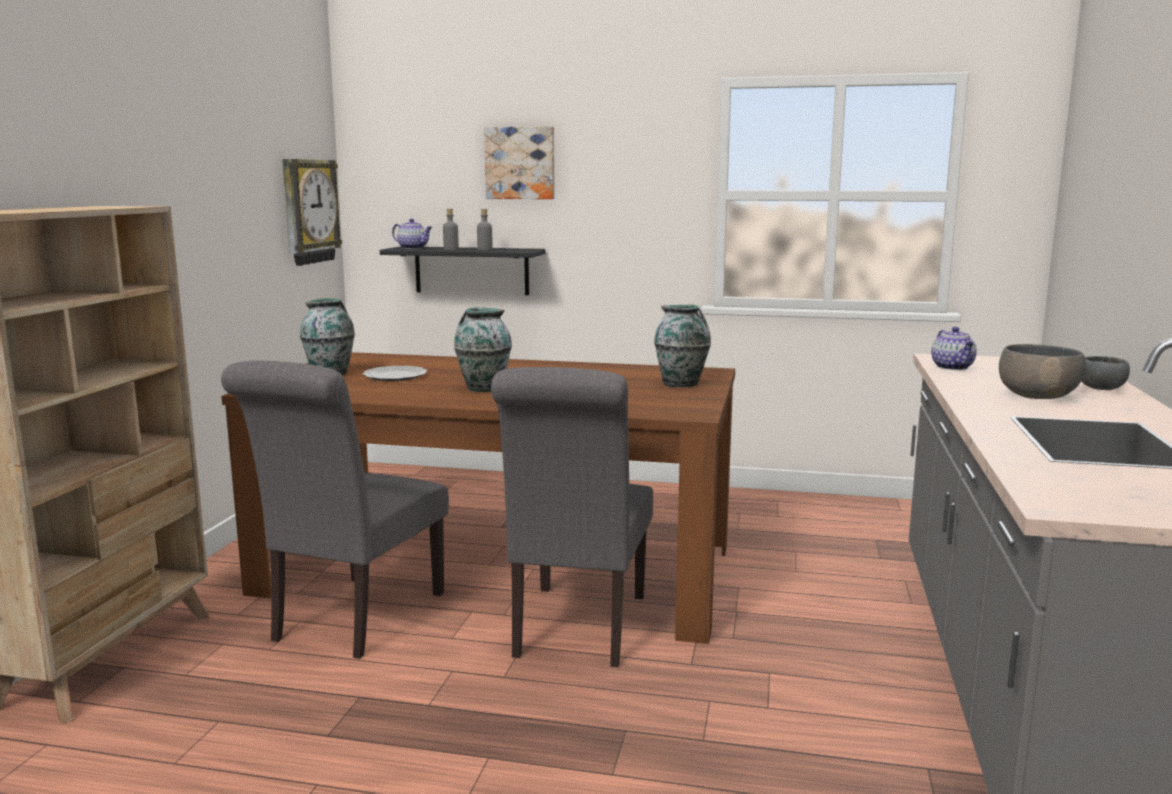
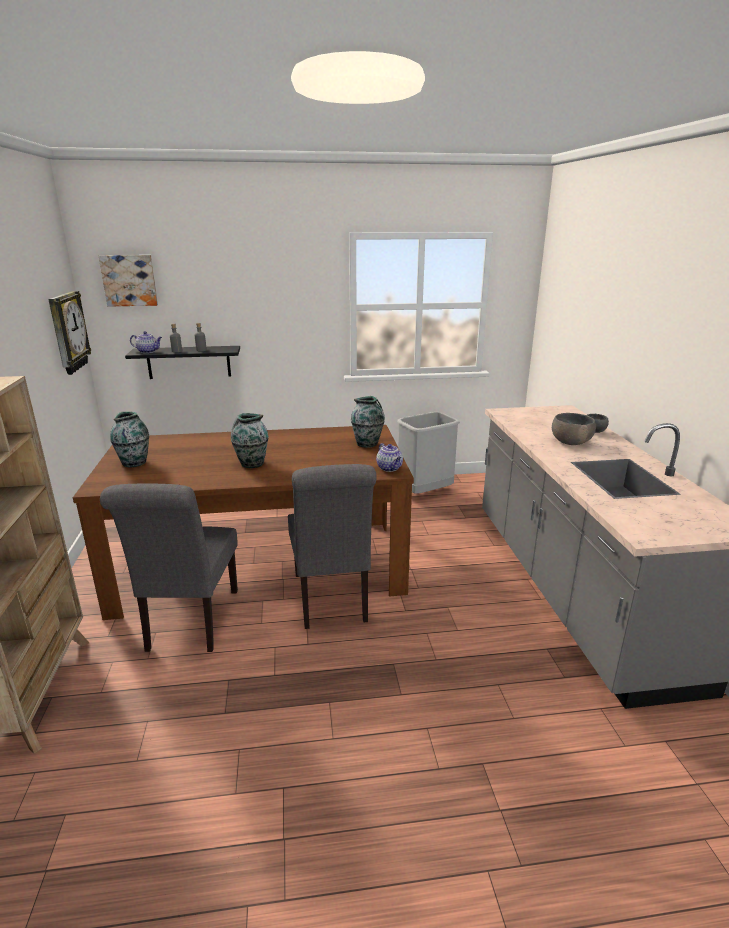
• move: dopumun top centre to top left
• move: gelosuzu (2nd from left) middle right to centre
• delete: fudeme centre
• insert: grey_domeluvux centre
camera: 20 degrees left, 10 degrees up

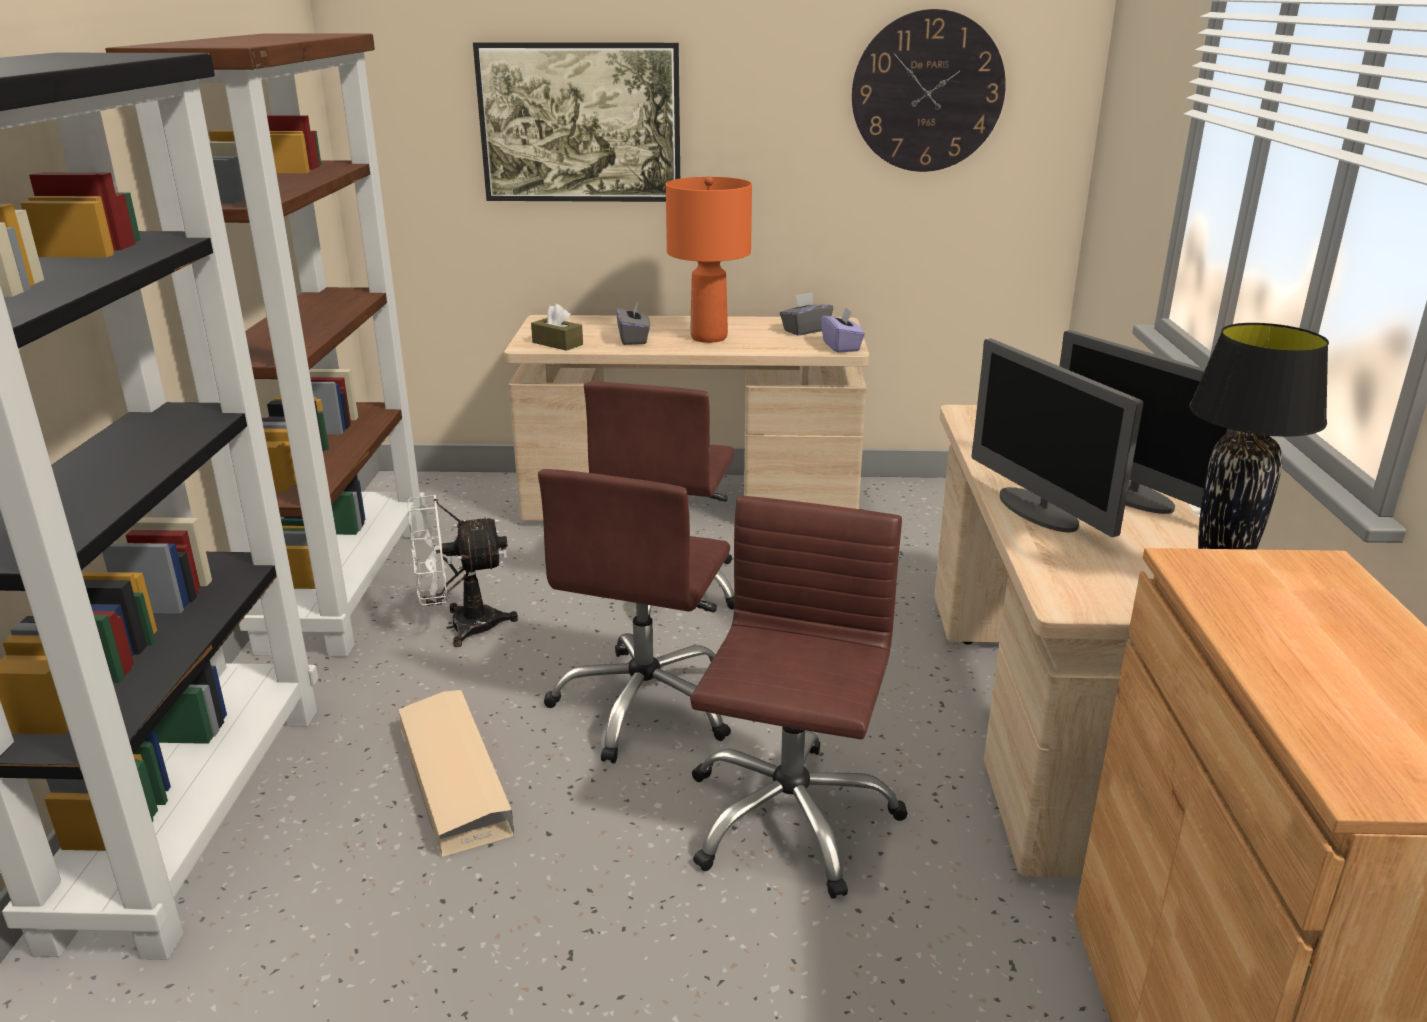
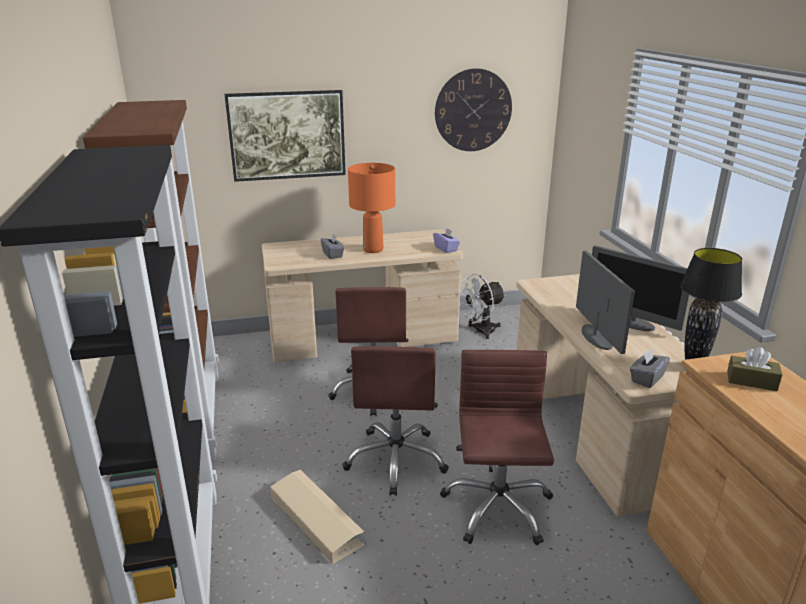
• move: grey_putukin (2nd from left) top centre to middle right
• move: brown_putukin top centre to middle right
• rotate: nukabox (1st from left) middle right = middle right 150 degrees counterclockwise
• move: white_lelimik middle left to centre
camera: 15 degrees left, 0 degrees up

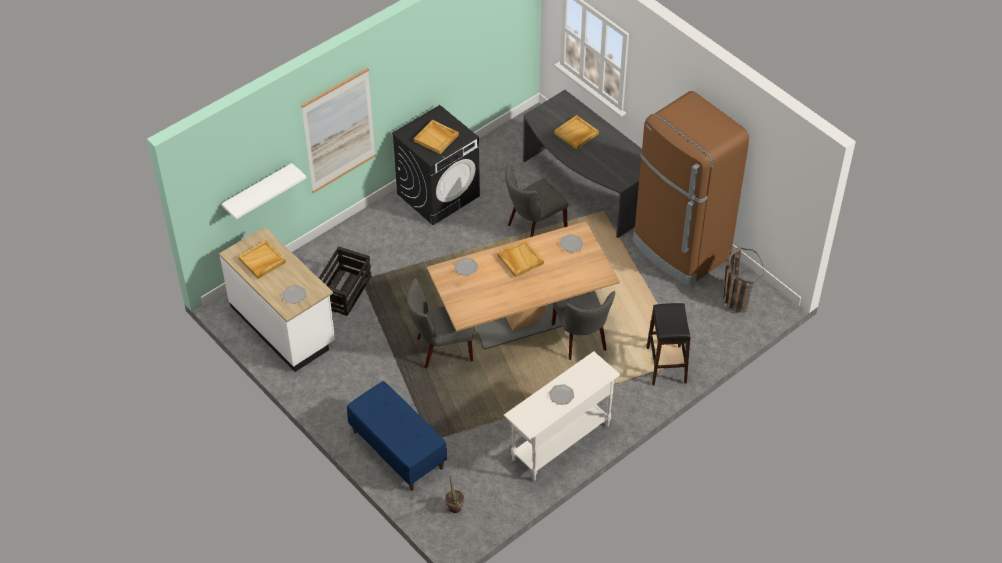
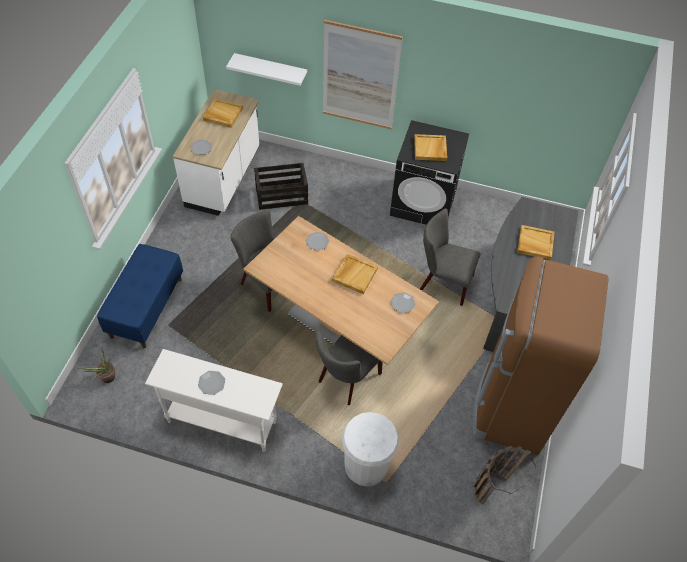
• replace: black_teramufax middle right to white_domeluvux bottom centre
camera: 55 degrees right, 5 degrees up

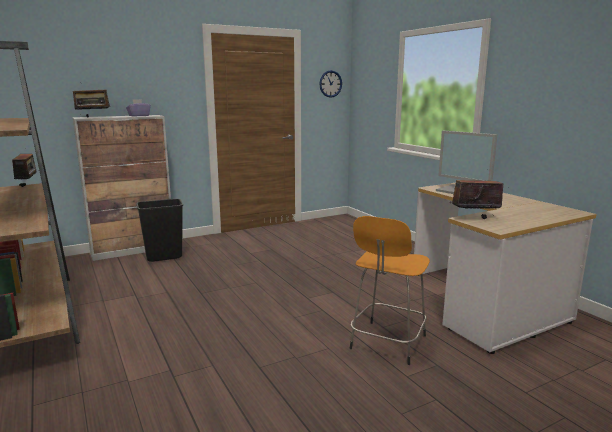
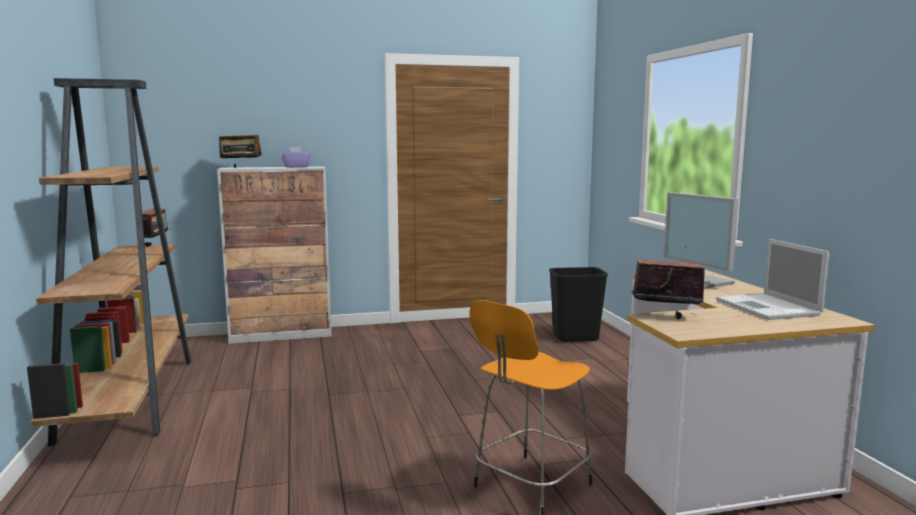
• delete: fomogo top centre
• move: black_domeluvux middle left to centre
• insert: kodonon middle right
camera: 15 degrees right, 5 degrees down

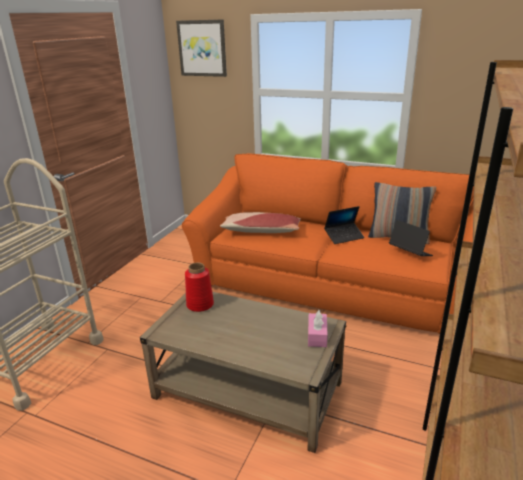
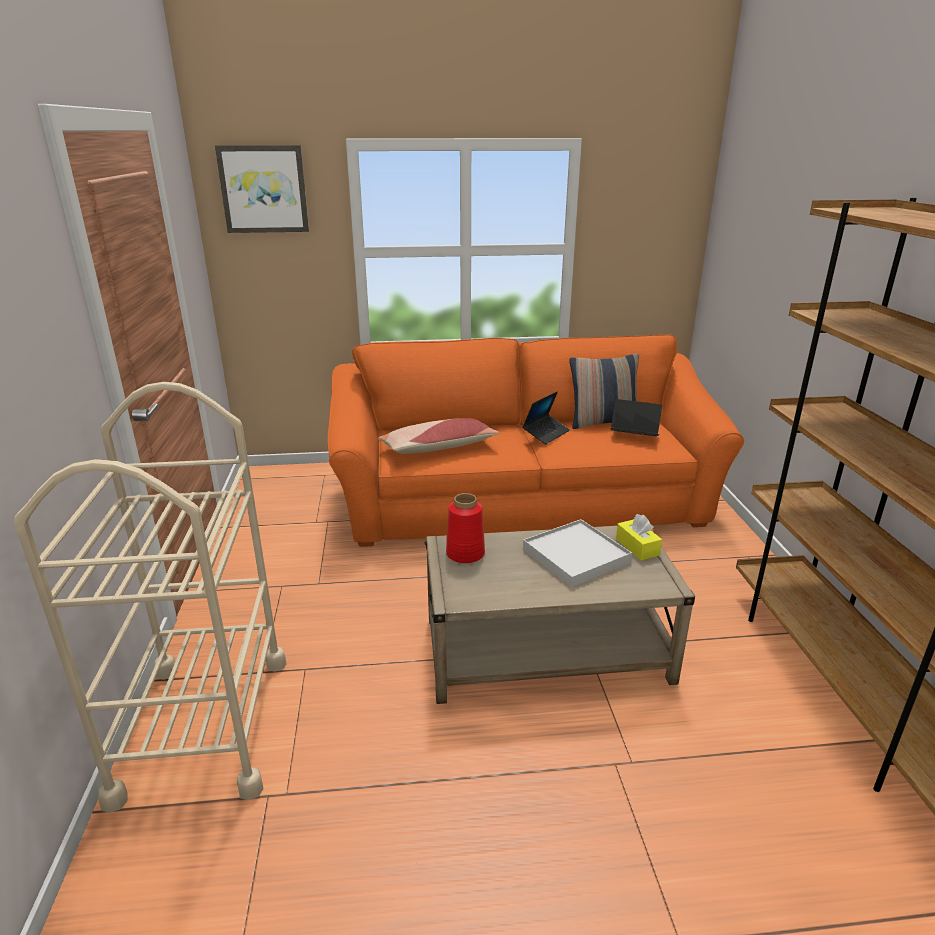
• recolor: pink_putukin bottom centre to yellow_putukin middle right
• insert: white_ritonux centre
camera: 30 degrees left, 0 degrees up

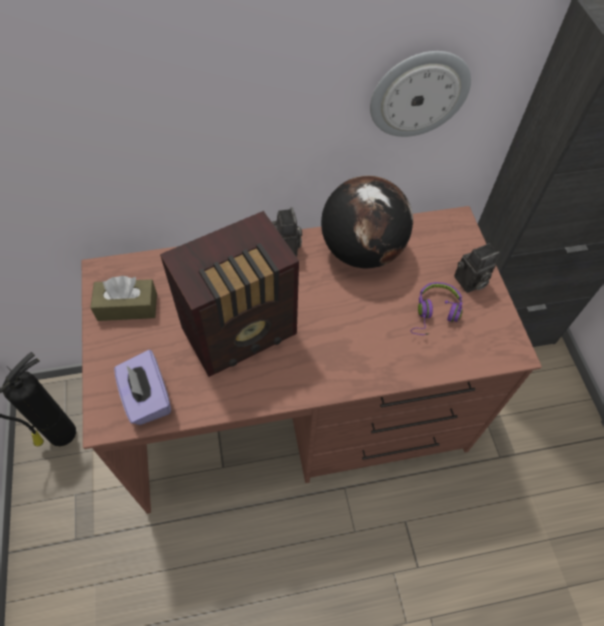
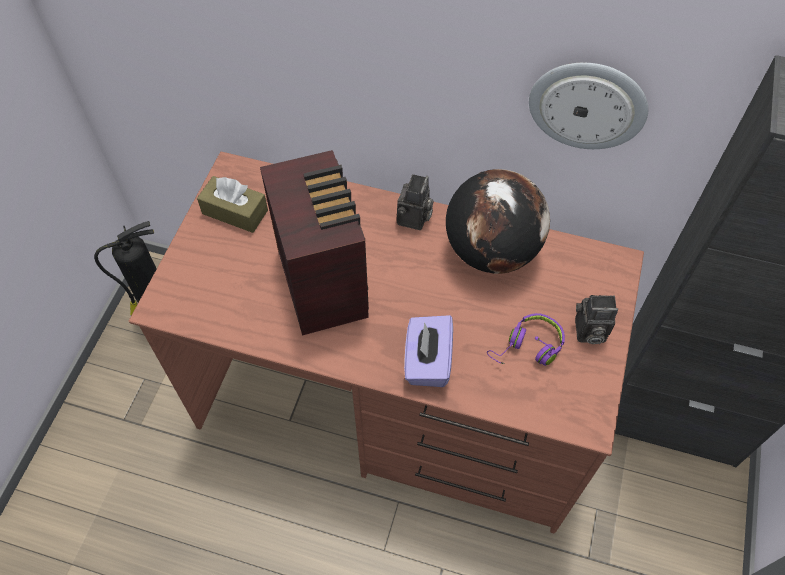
• rotate: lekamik centre = centre 105 degrees counterclockwise
• move: purple_putukin middle left to centre
camera: 30 degrees right, 0 degrees up

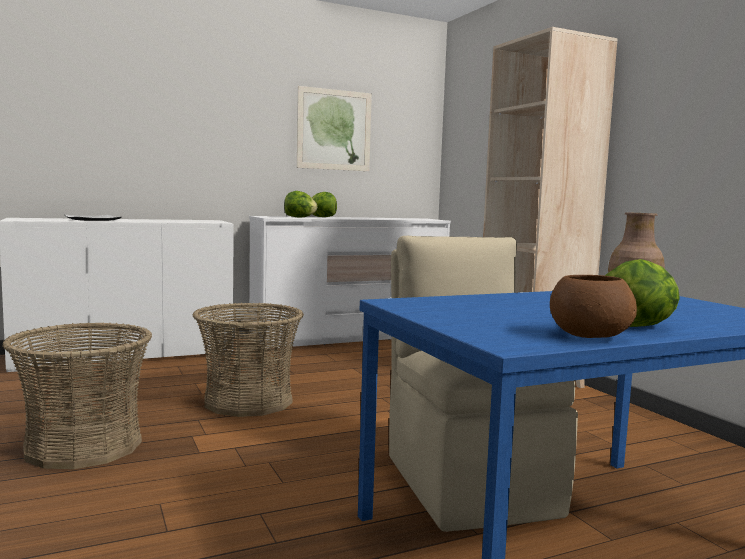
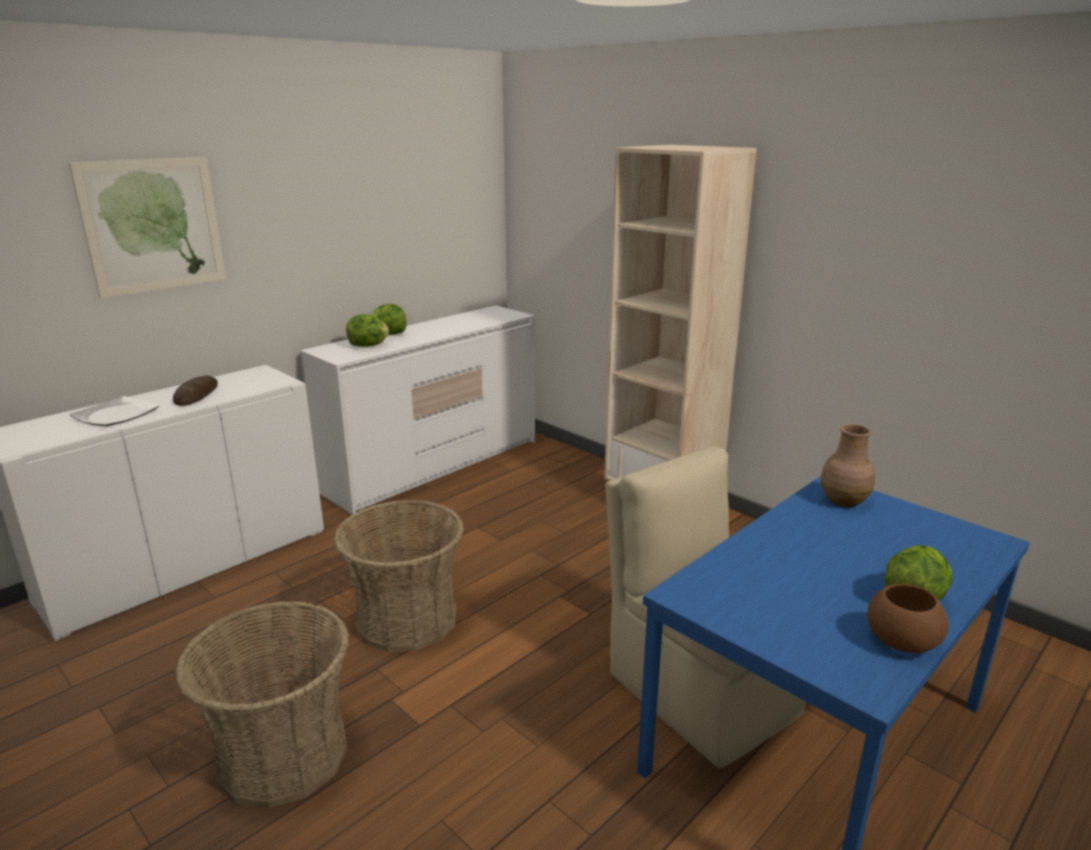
• move: dopumun top centre to top left
• insert: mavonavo middle left
camera: 20 degrees left, 15 degrees up

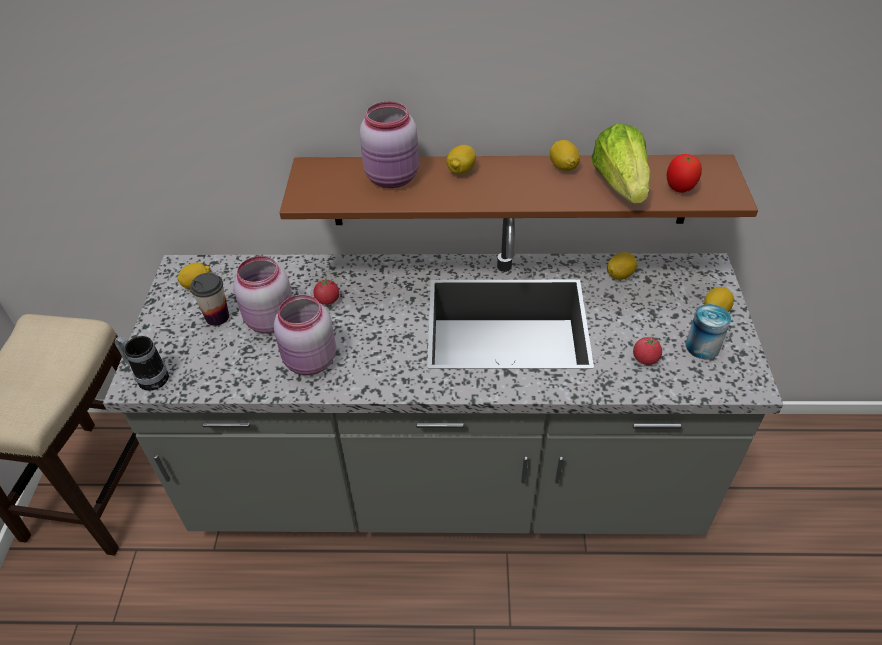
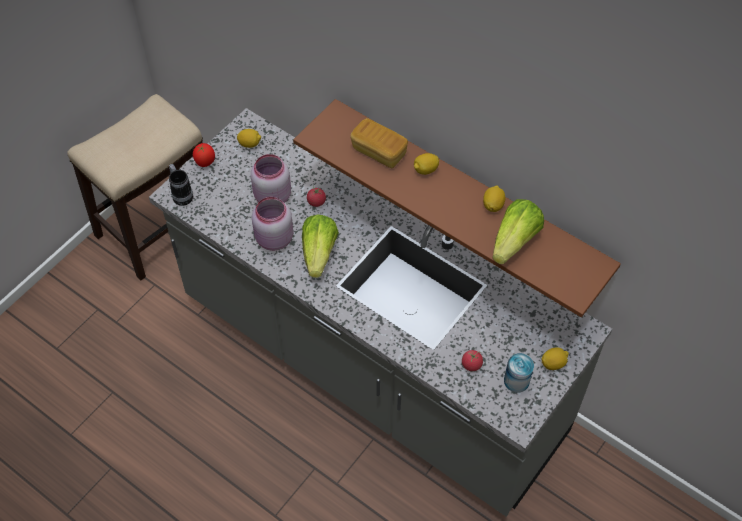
• replace: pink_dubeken (3rd from left) top centre to mavonavo top centre
• move: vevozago (3rd from left in the first image) top right to vevozago (1st from left) top left
• delete: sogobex (4th from left) middle right
• delete: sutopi middle left
• insert: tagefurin (1st from left) centre
camera: 35 degrees right, 10 degrees up

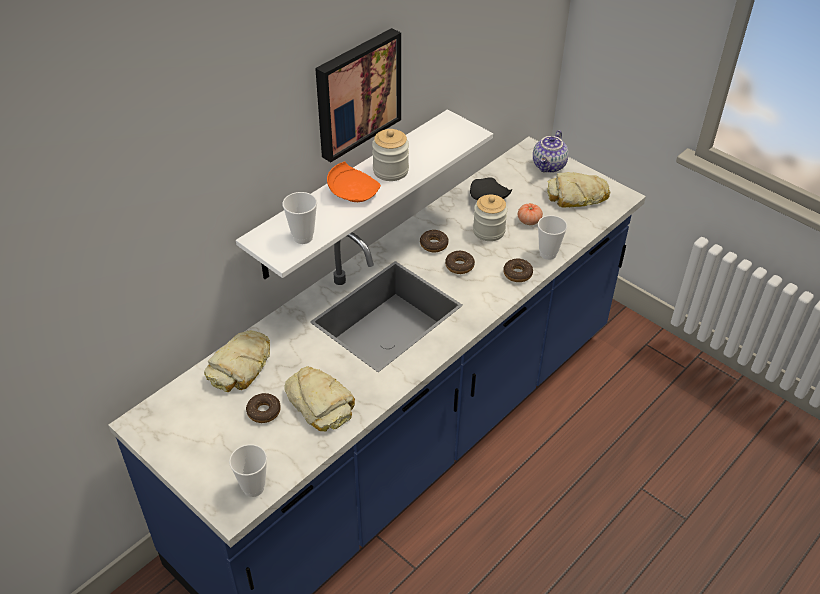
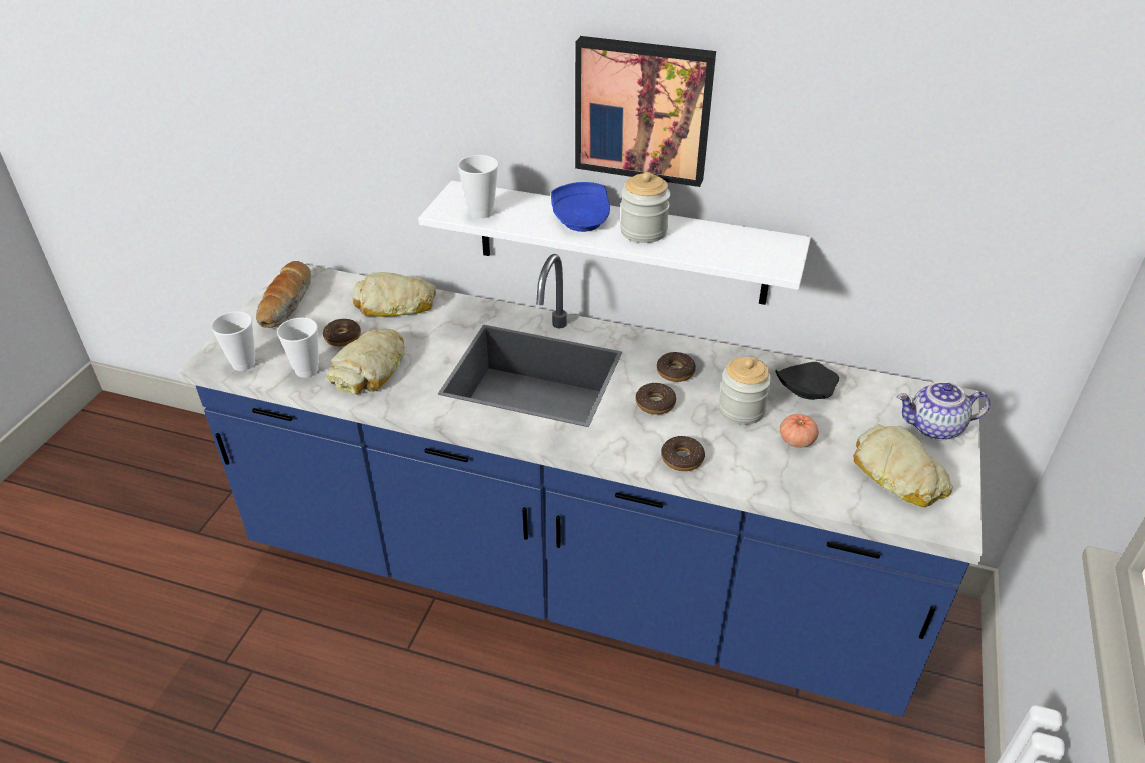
• recolor: orange_fudeme top centre to blue_fudeme top centre
• move: sutopi (3rd from left in the first image) middle right to sutopi (2nd from left) middle left
• insert: mavonavo (1st from left) middle left
camera: 65 degrees right, 5 degrees down

